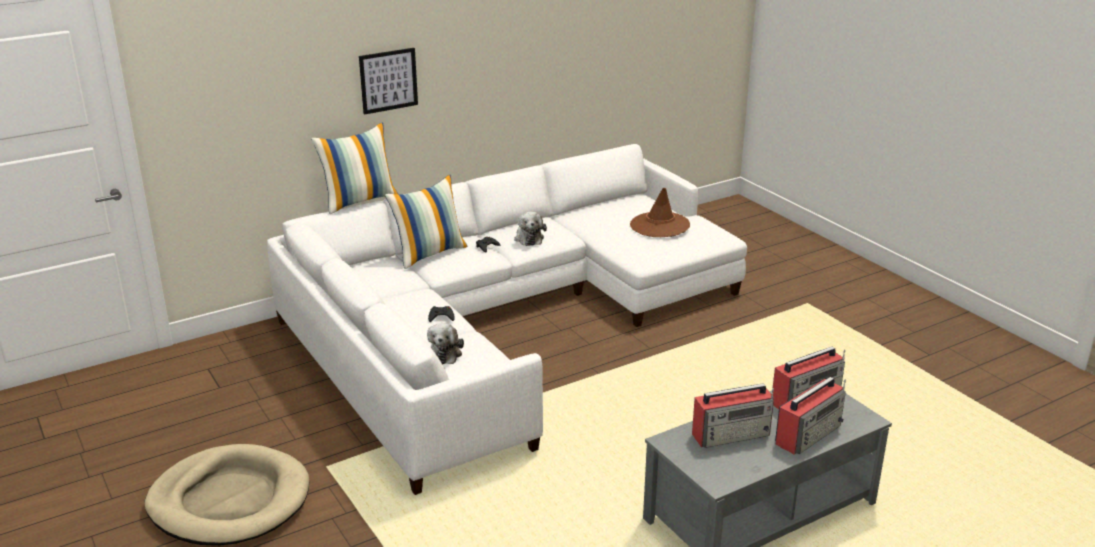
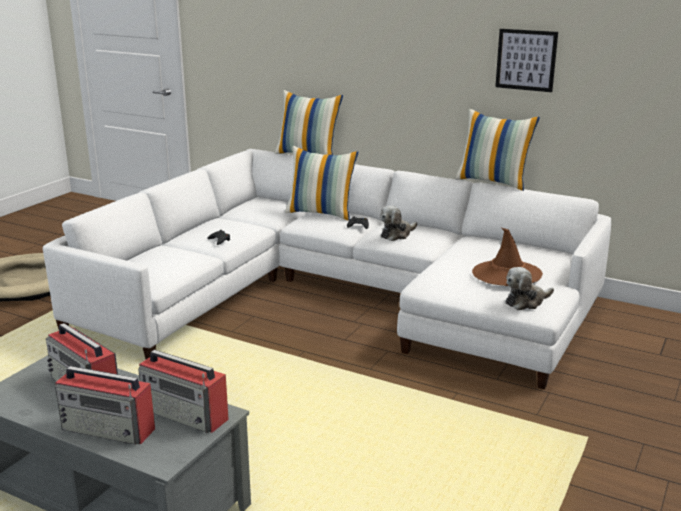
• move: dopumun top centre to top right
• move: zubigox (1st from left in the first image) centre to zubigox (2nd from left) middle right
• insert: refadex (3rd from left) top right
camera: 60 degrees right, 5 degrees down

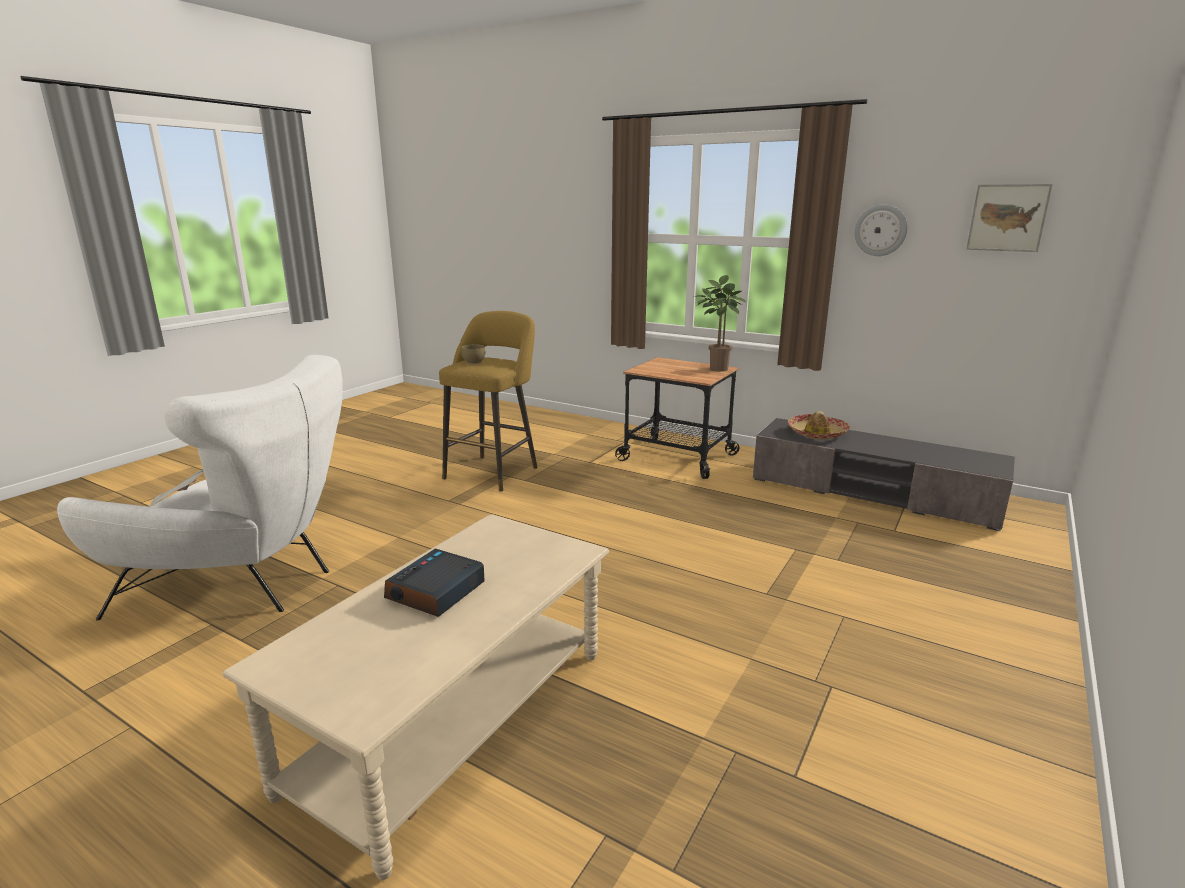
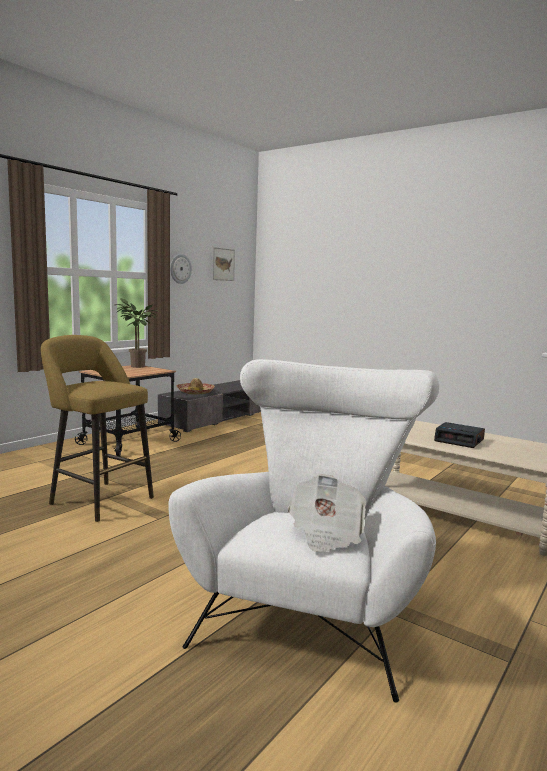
• delete: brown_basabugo centre
camera: 85 degrees left, 10 degrees down

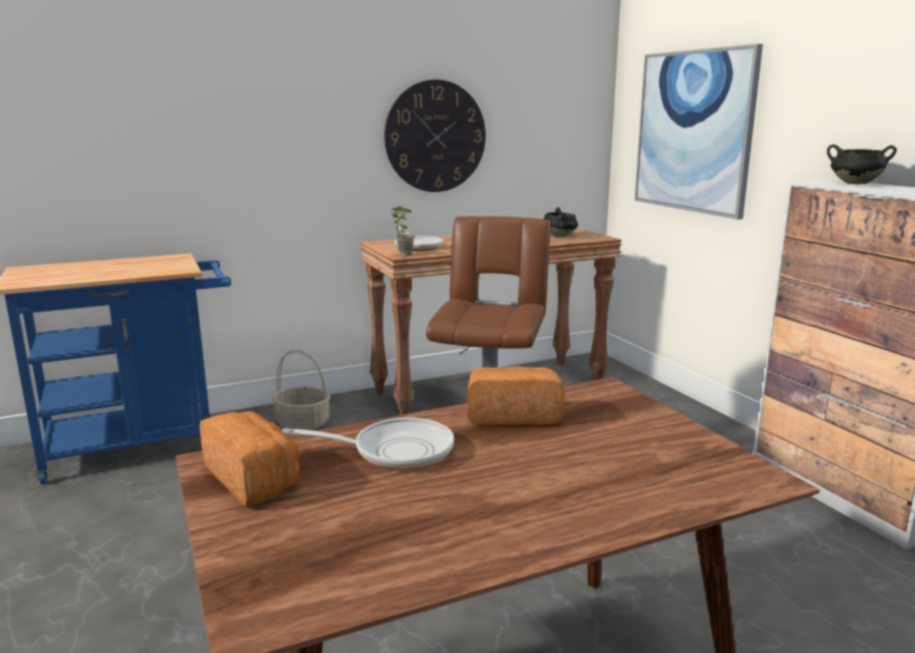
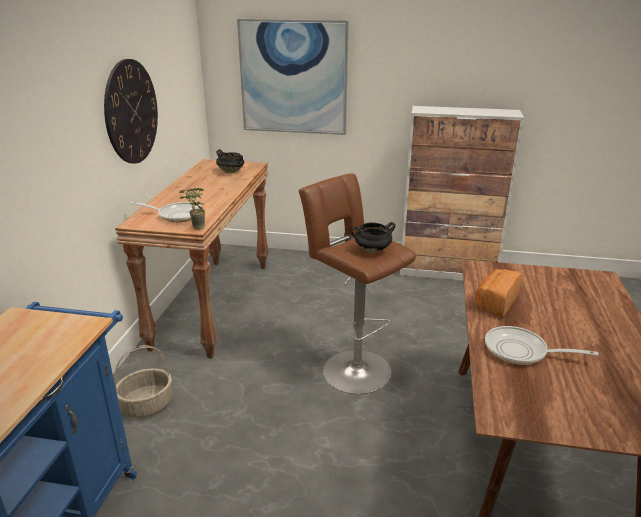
• move: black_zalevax (2nd from left) top right to centre
• delete: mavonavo (1st from left) bottom left
• rotate: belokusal (1st from left in the first image) bottom centre = bottom right 105 degrees counterclockwise
camera: 55 degrees left, 10 degrees up

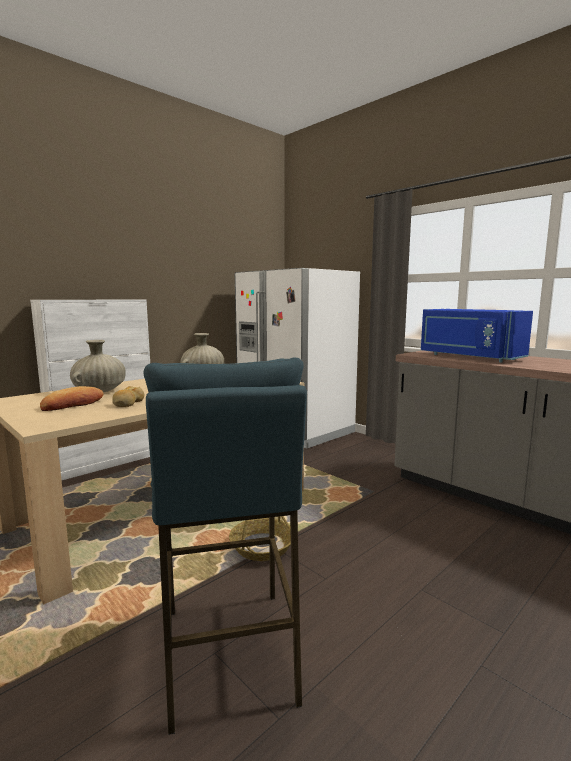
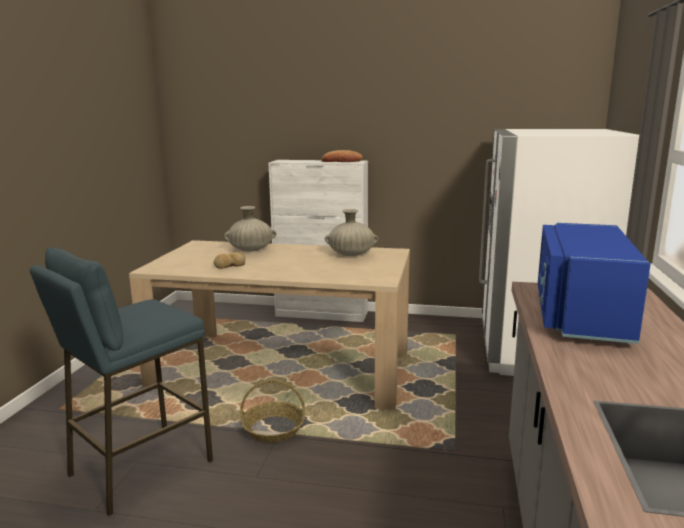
• move: mavonavo (1st from left in the first image) middle left to mavonavo (2nd from left) top centre
camera: 55 degrees right, 5 degrees up

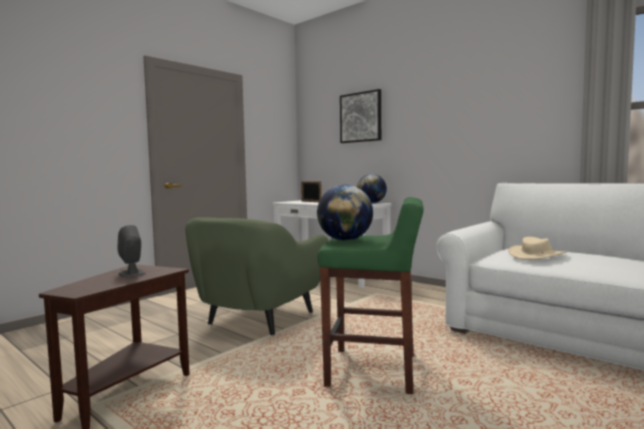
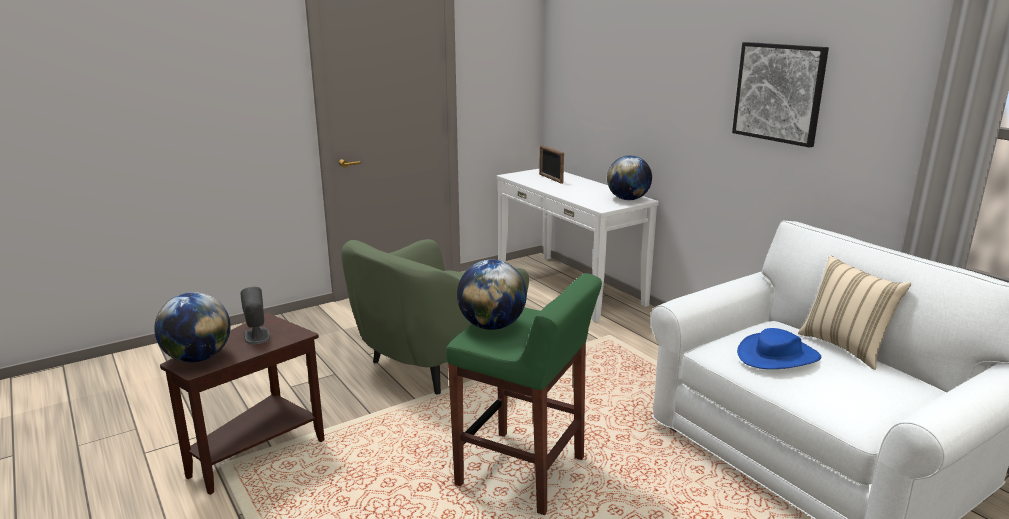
• move: dopumun top centre to top right
• recolor: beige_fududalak middle right to blue_fududalak bottom right
• insert: beige_refadex middle right
• insert: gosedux (1st from left) middle left
camera: 15 degrees right, 15 degrees up

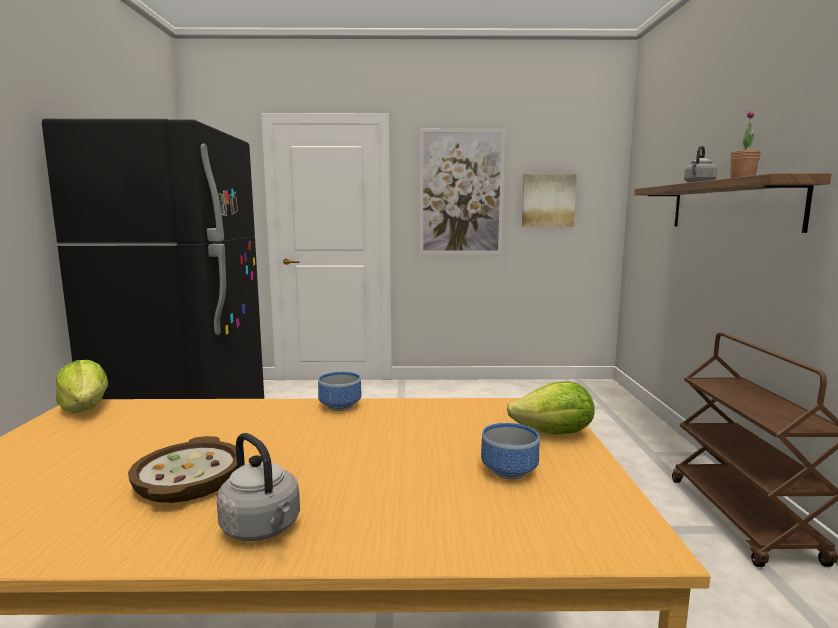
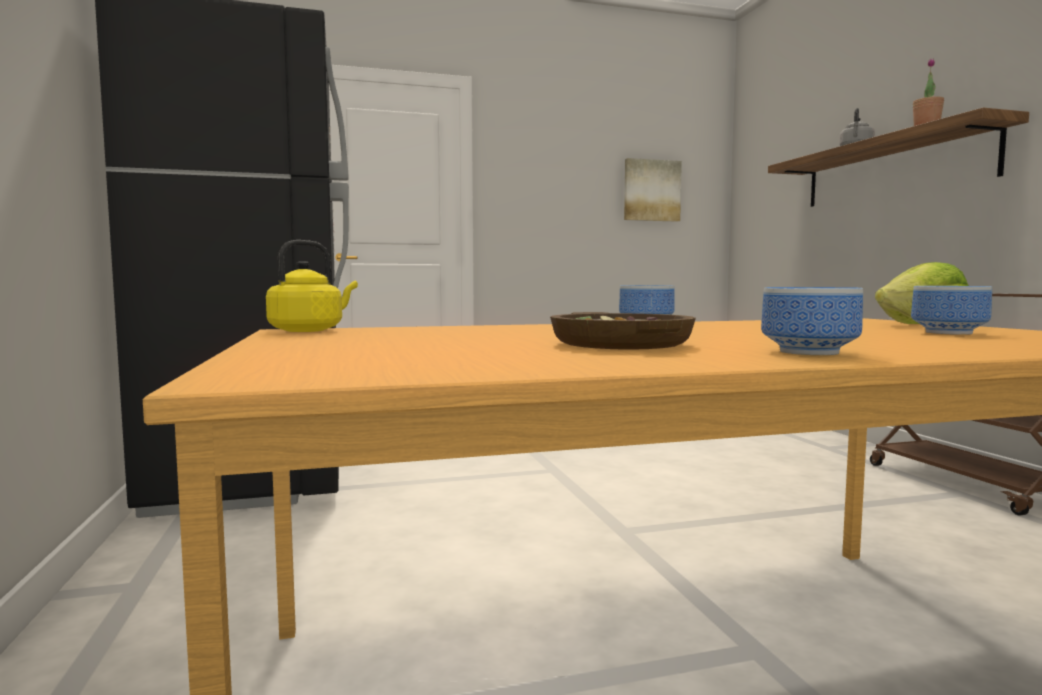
• delete: dopumun (1st from left) top centre
• replace: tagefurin (1st from left) middle left to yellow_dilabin middle left
• replace: grey_dilabin (1st from left) bottom left to basabugo (3rd from left) middle right
camera: 15 degrees left, 5 degrees down

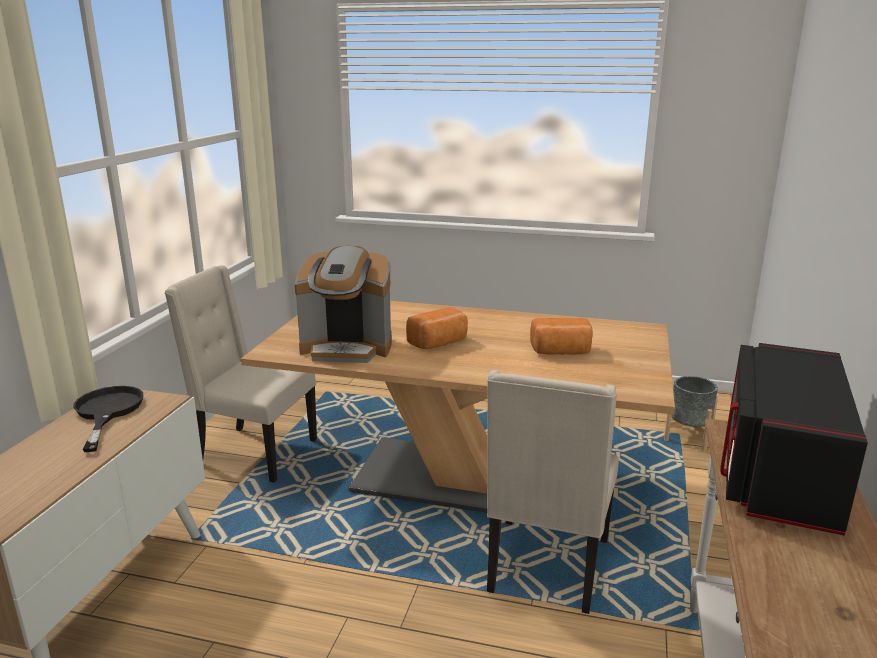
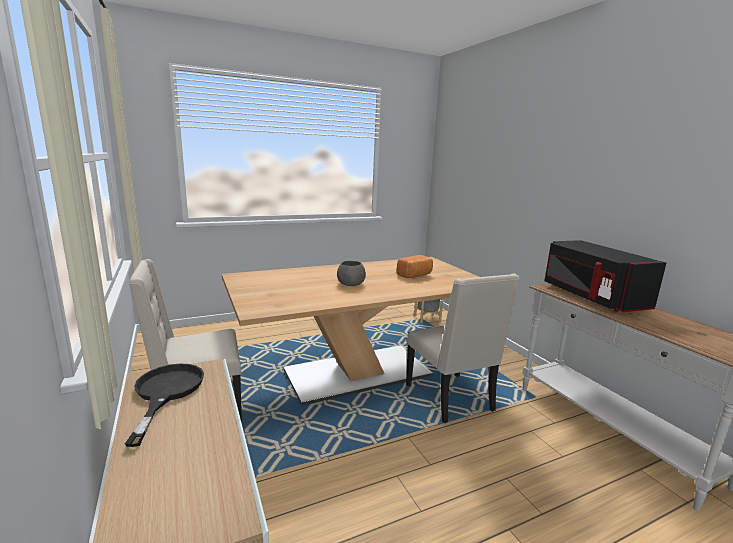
• delete: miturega centre
• replace: mavonavo (1st from left) centre to grey_basabugo centre
• rotate: black_belokusal middle left = bottom left 45 degrees clockwise
camera: 40 degrees left, 5 degrees down

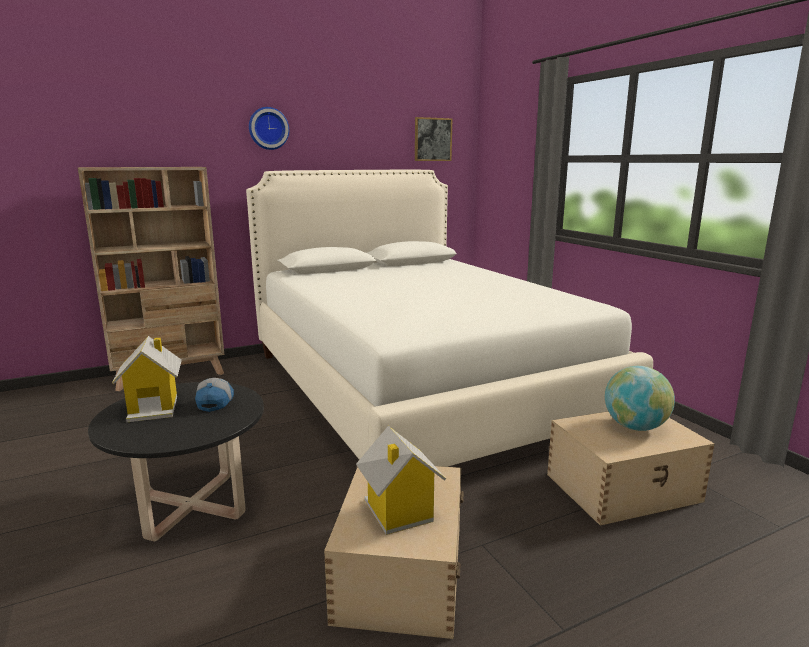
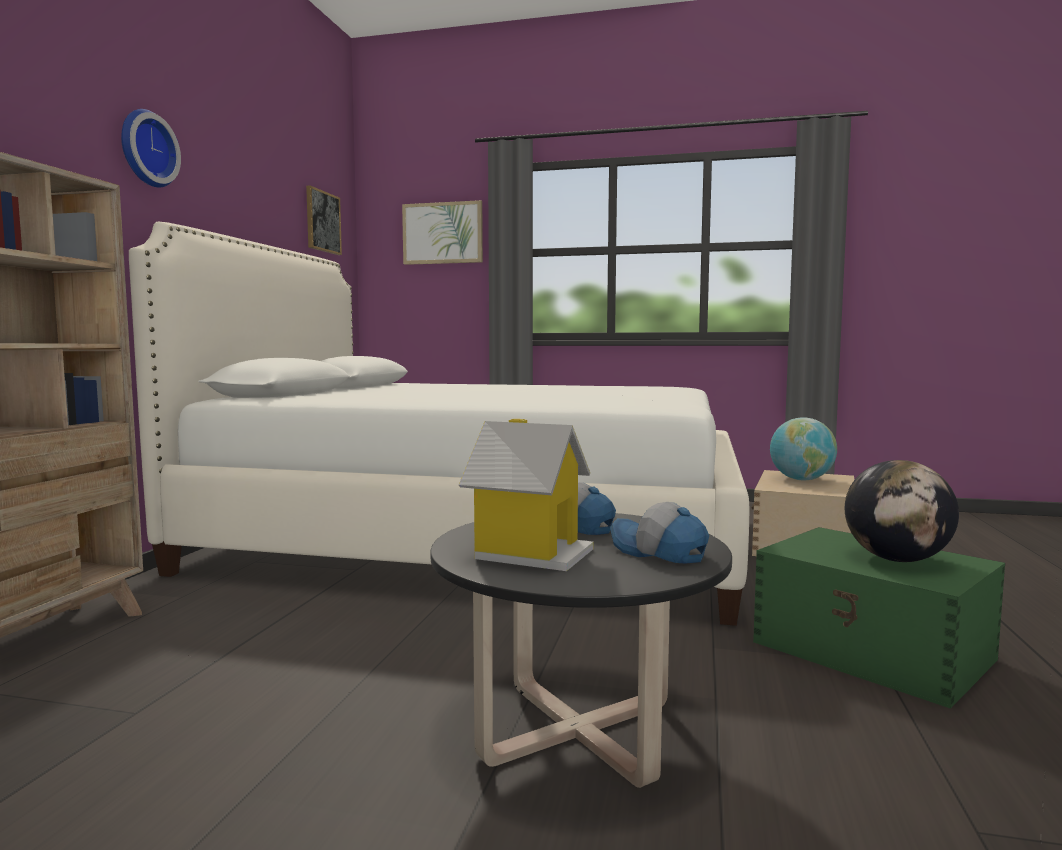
• replace: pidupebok (2nd from left) bottom centre to gosedux (2nd from left) middle right
• recolor: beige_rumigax (1st from left) bottom centre to green_rumigax bottom right
• insert: dopumun (2nd from left) top centre
• insert: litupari (2nd from left) centre
camera: 50 degrees left, 10 degrees down

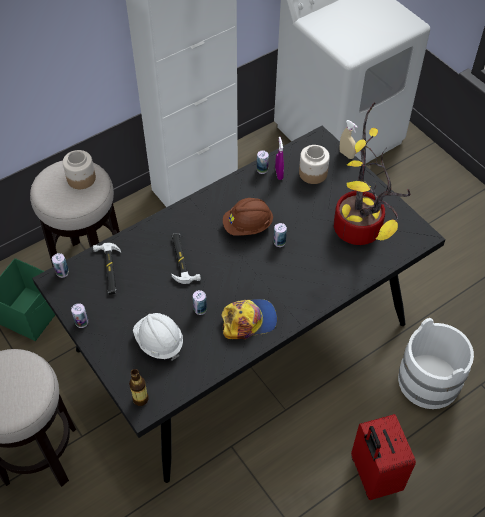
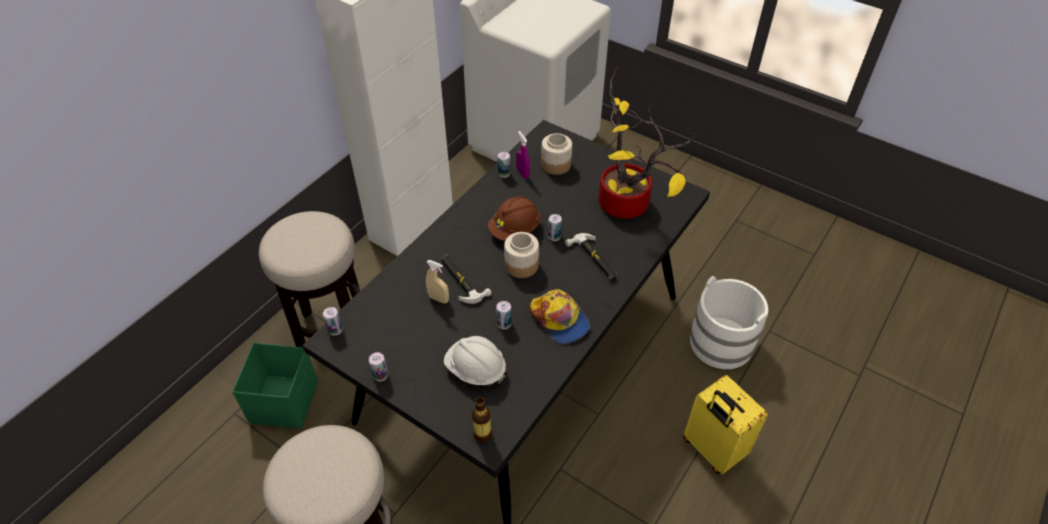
• move: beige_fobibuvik top right to centre
• move: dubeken (1st from left) top left to centre
• move: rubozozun (1st from left in the first image) middle left to rubozozun (2nd from left) centre
• rotate: litupari centre = centre 90 degrees clockwise
• recolor: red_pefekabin bottom right to yellow_pefekabin bottom right
camera: 20 degrees left, 5 degrees down

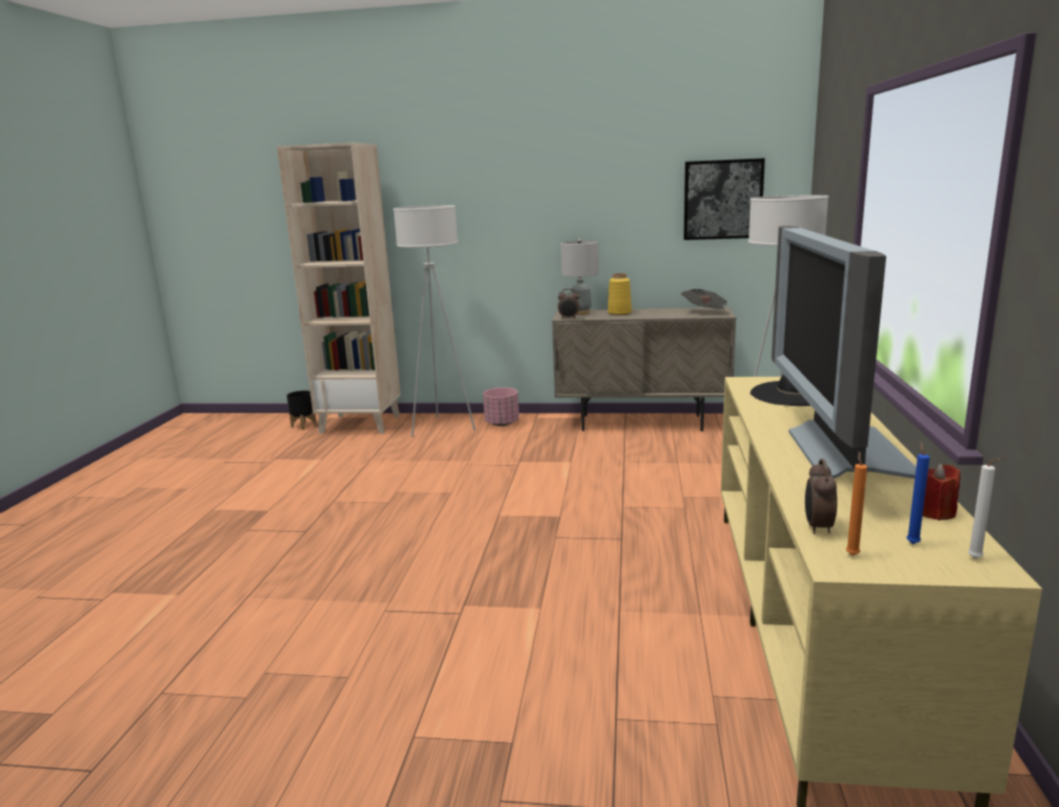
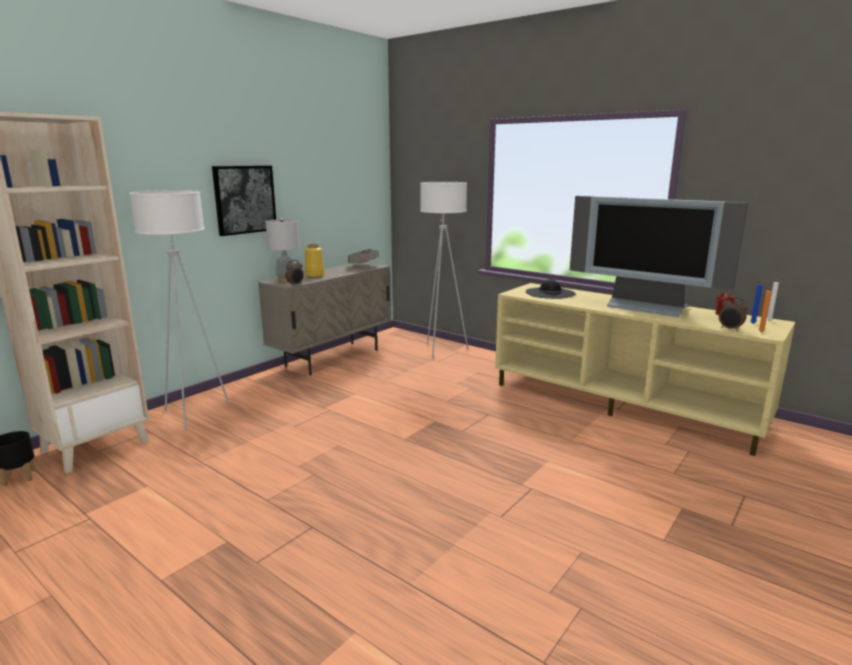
• move: dopumun top right to top left
• delete: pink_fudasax centre
camera: 60 degrees left, 0 degrees up

